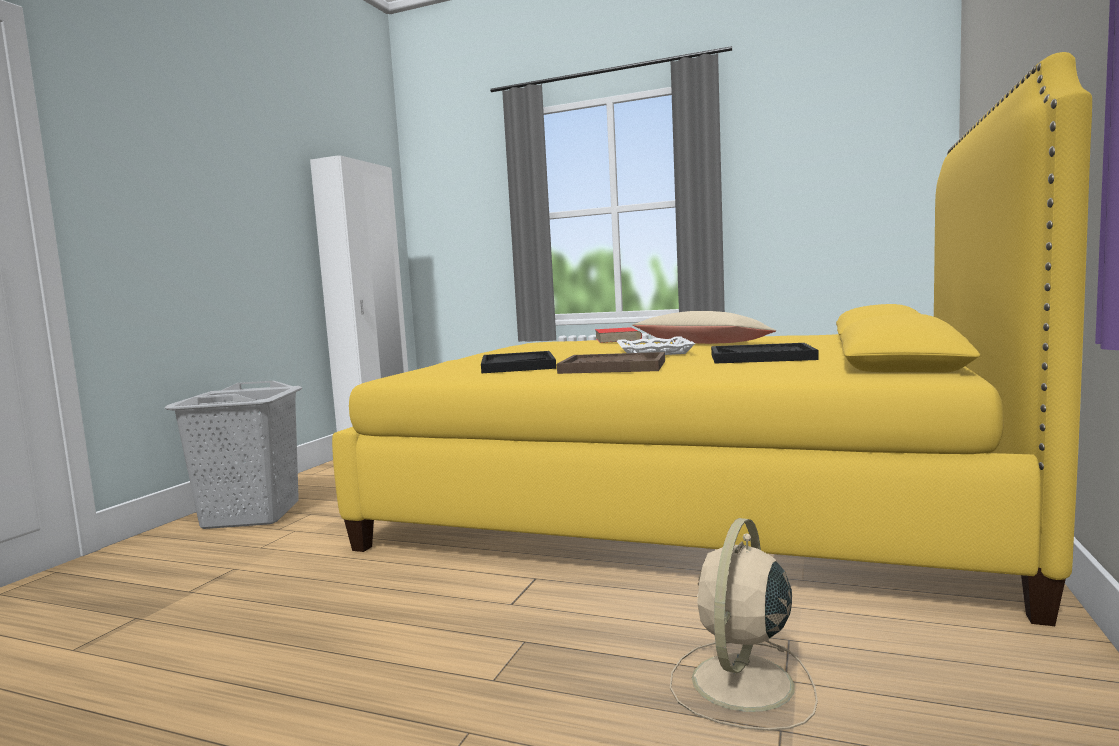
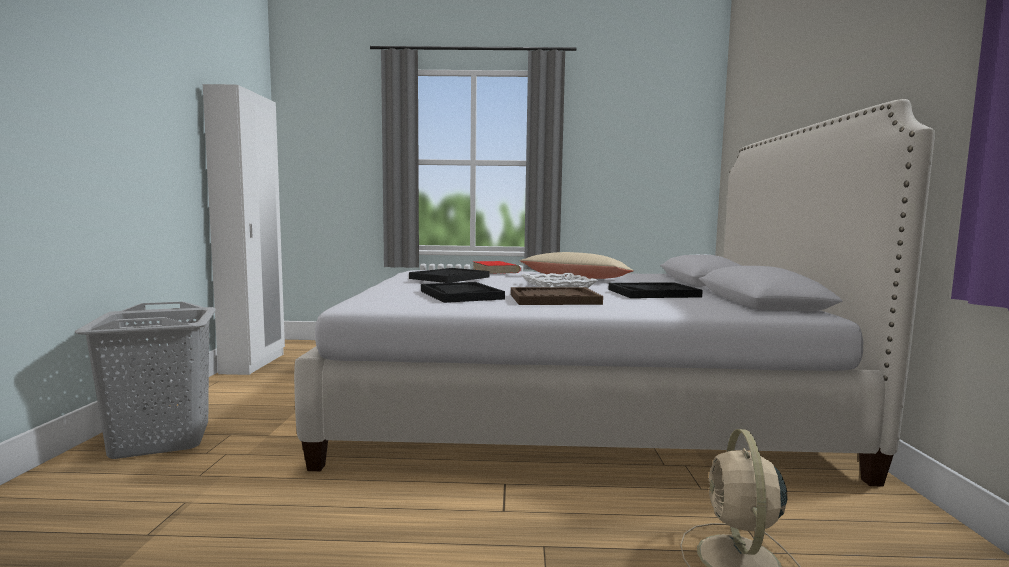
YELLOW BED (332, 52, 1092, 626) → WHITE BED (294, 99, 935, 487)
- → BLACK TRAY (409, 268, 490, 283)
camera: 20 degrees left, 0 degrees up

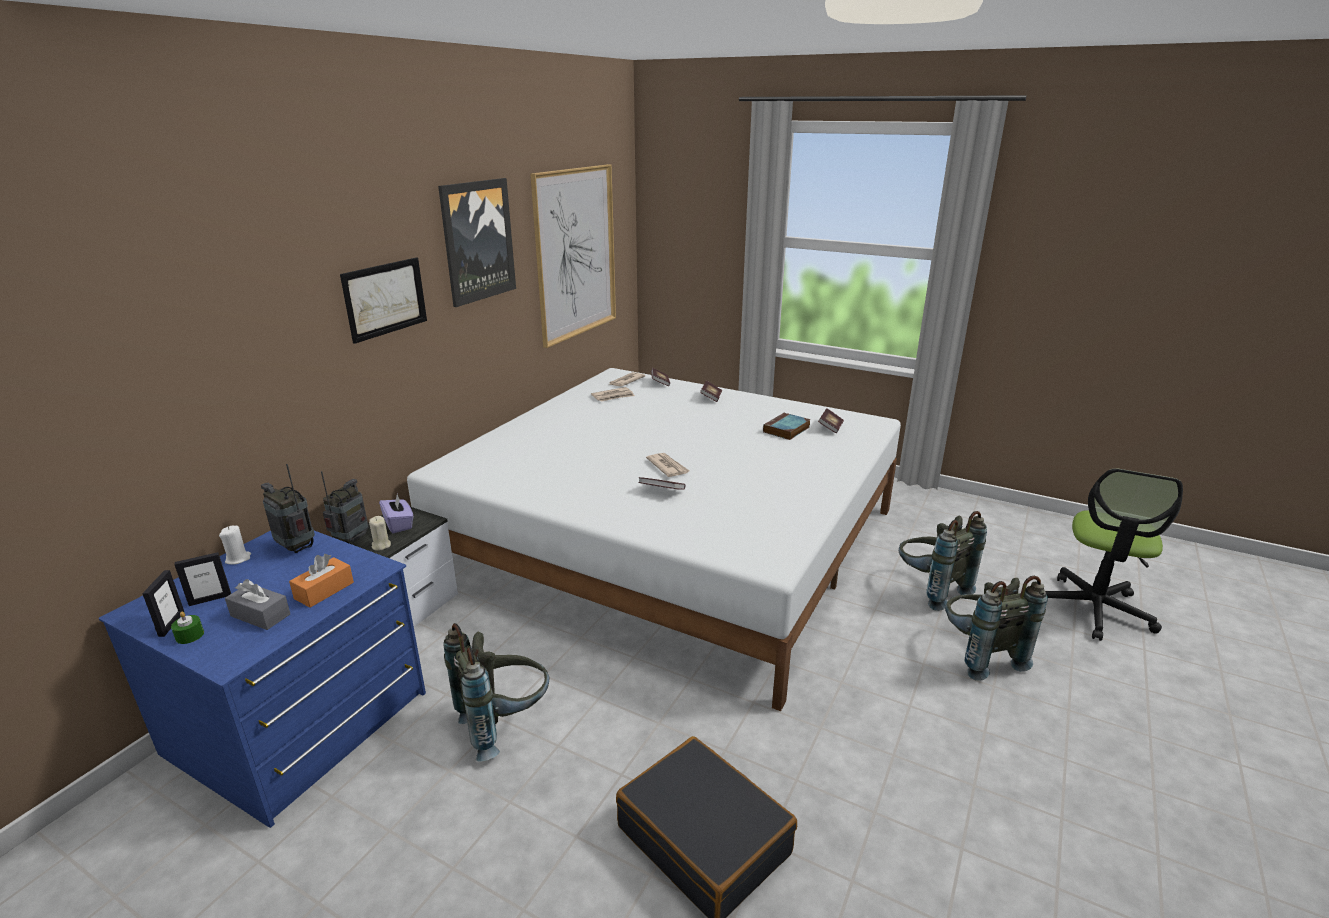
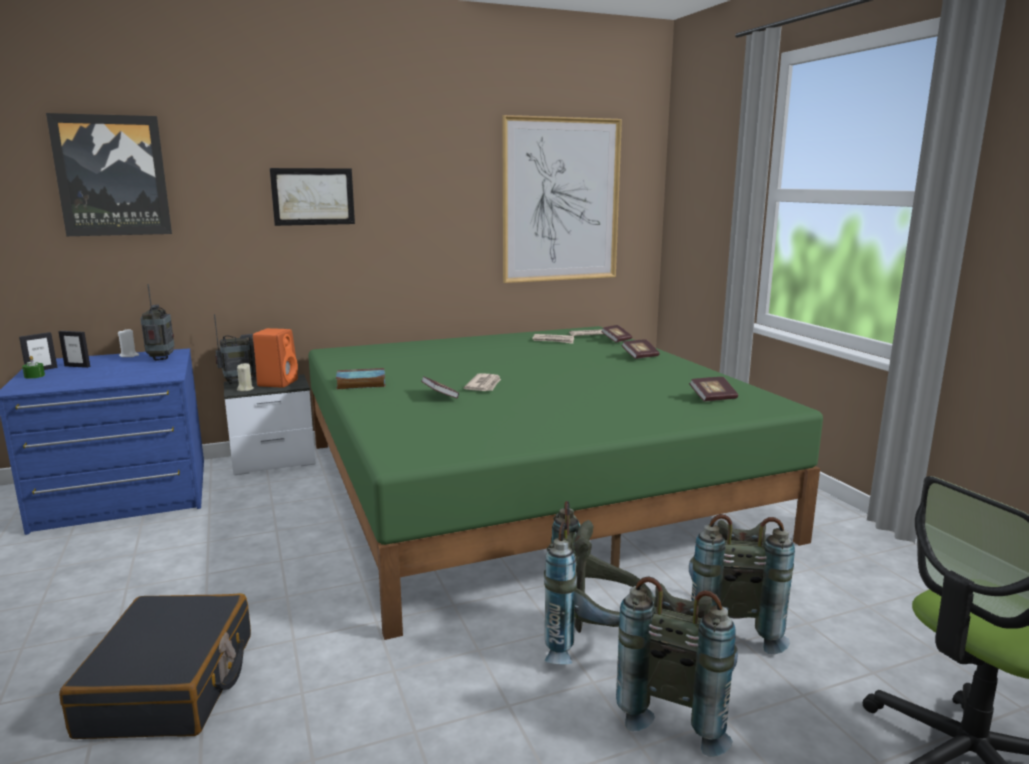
PICTURE (438, 178, 516, 307) → PICTURE (46, 113, 172, 236), moved
PURPLE TISSUE BOX (379, 495, 414, 533) → ORANGE SPEAKER (253, 328, 298, 388)
WHITE BED (407, 368, 901, 711) → GREEN BED (308, 326, 823, 640)
BOOK (763, 412, 811, 440) → BOOK (336, 368, 386, 389), moved
GREY BACKPACK (443, 623, 549, 762) → GREY BACKPACK (544, 501, 655, 664), moved
GREY TISSUE BOX (225, 579, 290, 630) → -
ORANGE TISSUE BOX (289, 554, 354, 608) → -
camera: 40 degrees right, 10 degrees down

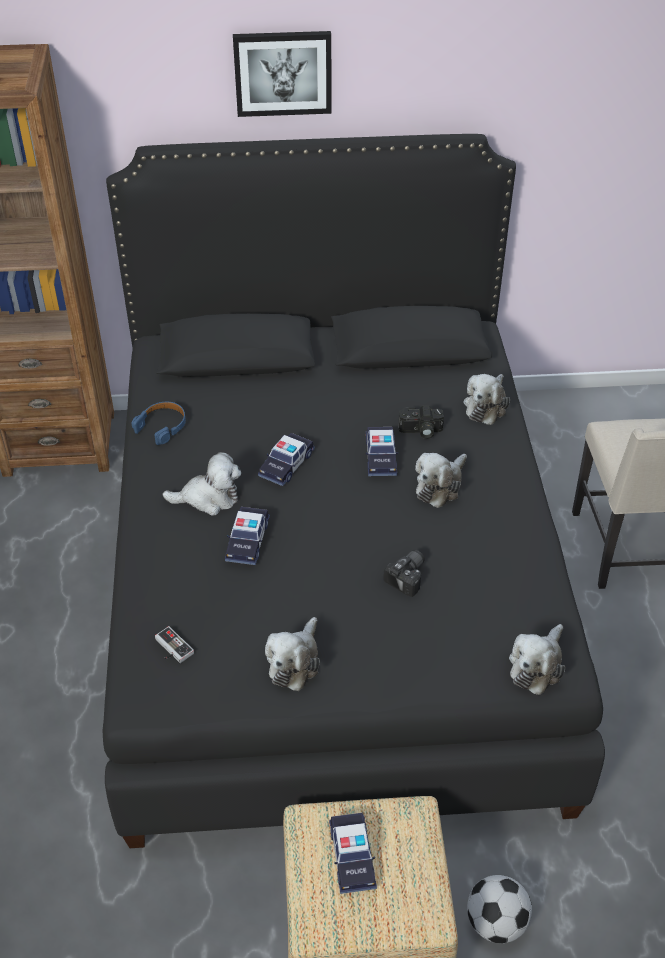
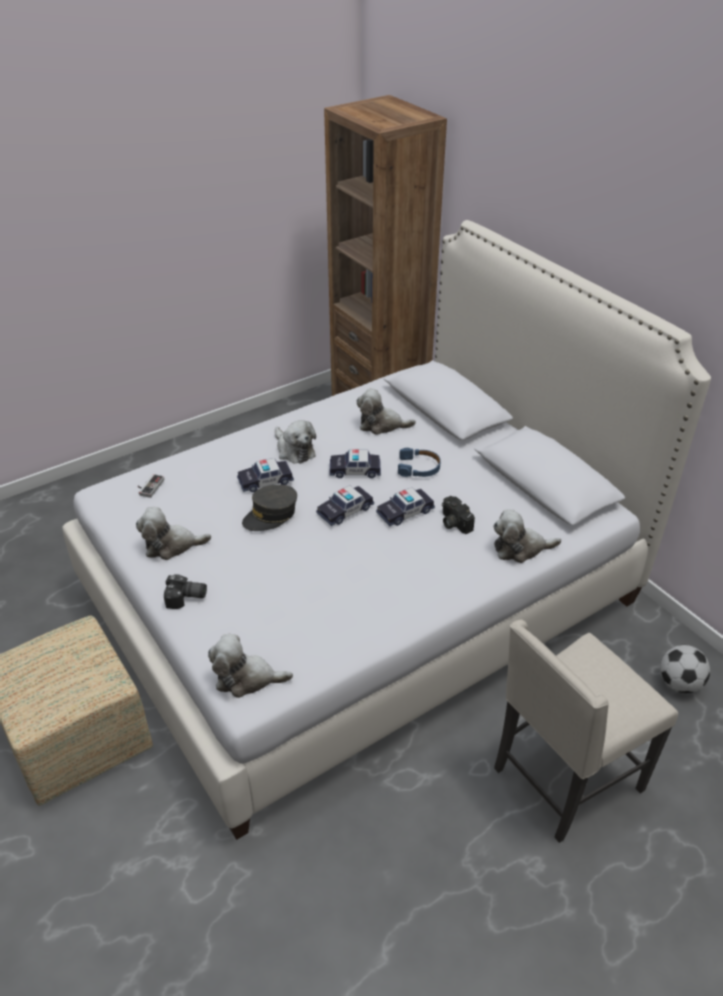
BLACK BED (102, 134, 605, 848) → WHITE BED (62, 220, 711, 840)
PHOTO CAMERA (383, 550, 425, 597) → PHOTO CAMERA (164, 574, 207, 609), moved
- → GREY CAP (242, 484, 297, 531)
TOY CAR (329, 813, 377, 894) → TOY CAR (316, 485, 374, 526), moved
PLUSH TOY (415, 453, 467, 508) → PLUSH TOY (357, 388, 416, 435), moved
BLUE HEADPHONES (132, 402, 186, 445) → BLUE HEADPHONES (398, 448, 441, 477), moved
FOOTBALL (467, 875, 532, 943) → FOOTBALL (660, 645, 710, 693), moved
PICTURE (233, 31, 331, 117) → -
camera: 60 degrees right, 5 degrees down

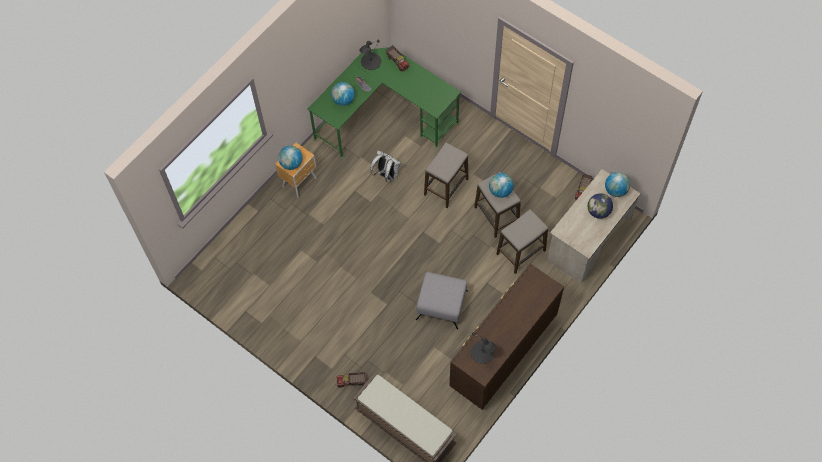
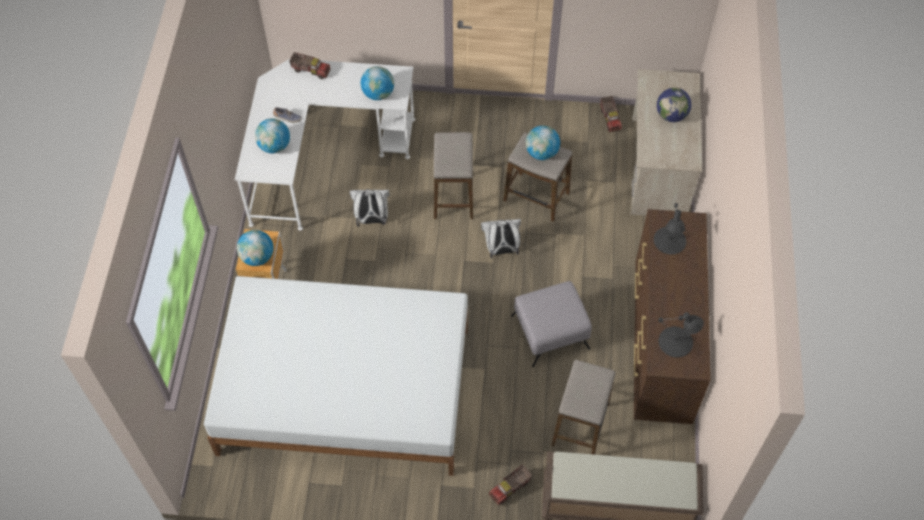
- → WHITE BED (204, 276, 468, 476)
GREEN DESK (308, 47, 461, 159) → WHITE DESK (235, 58, 415, 231)
GLOBE (605, 172, 630, 197) → GLOBE (361, 66, 394, 100), moved
- → WHITE BACKPACK (481, 219, 521, 258)
STOOL (496, 210, 548, 274) → STOOL (551, 360, 616, 455), moved
BLACK TABLE LAMP (359, 40, 381, 70) → BLACK TABLE LAMP (654, 203, 686, 255), moved
camera: 35 degrees left, 5 degrees down

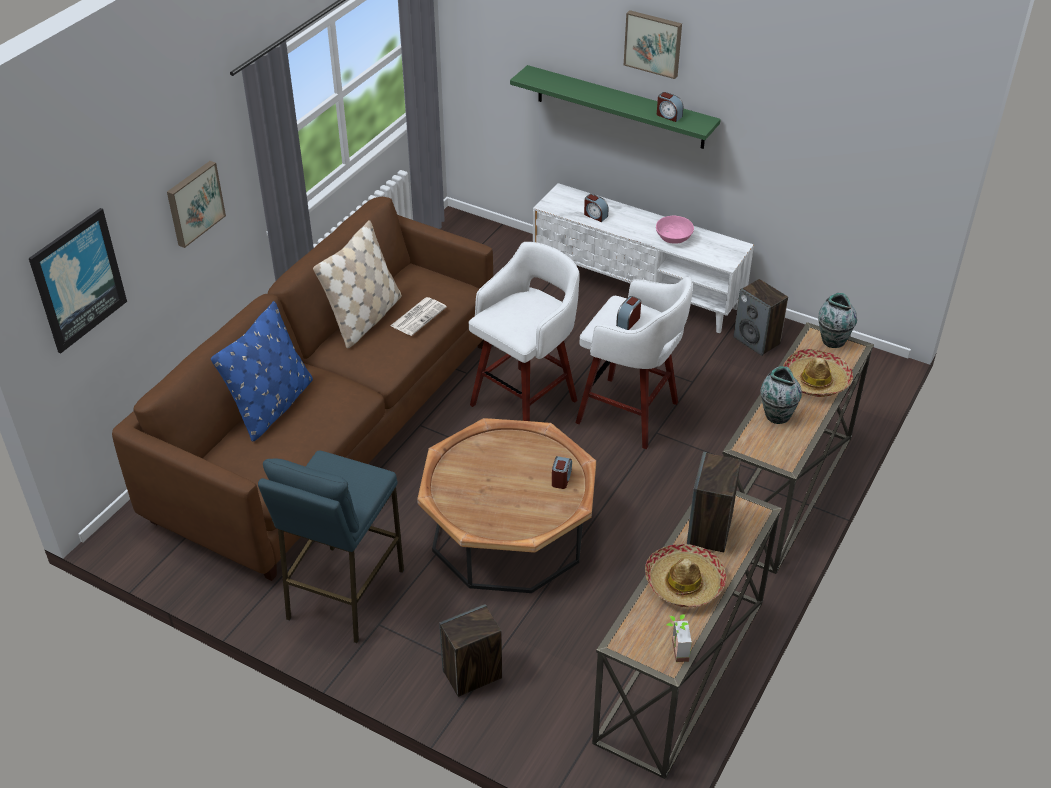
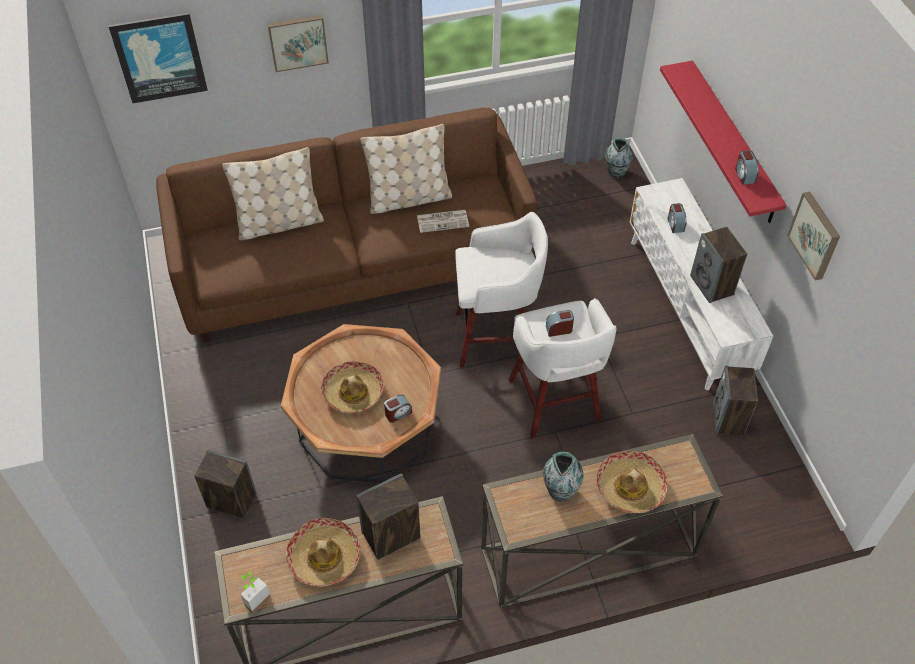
BLUE PILLOW (211, 301, 313, 442) → BEIGE PILLOW (222, 147, 324, 240)
- → HAT (321, 361, 383, 413)
VASE (818, 293, 857, 348) → VASE (605, 138, 633, 178), moved
GREEN SHELF (510, 65, 721, 149) → RED SHELF (660, 61, 787, 223)
PINK BOWL (656, 216, 694, 244) → SPEAKER (690, 227, 747, 303)
PICTURE (624, 10, 682, 79) → PICTURE (787, 192, 840, 281), moved
BLUE STOOL (258, 451, 404, 643) → -
camera: 45 degrees right, 10 degrees up

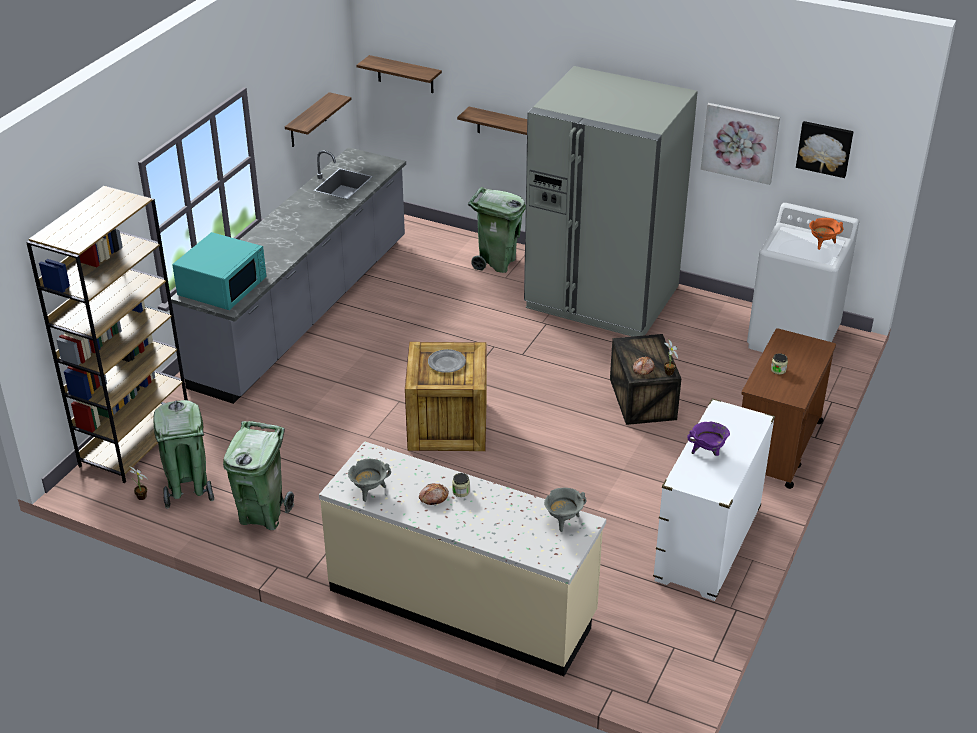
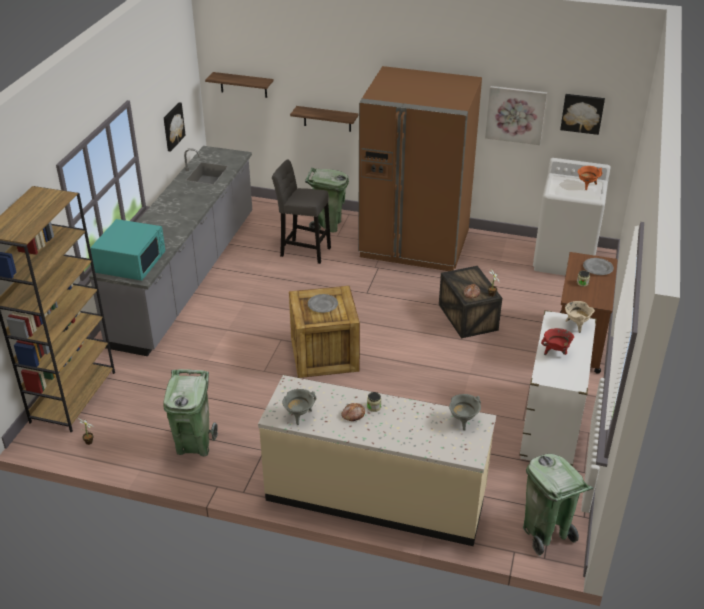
SHELF (285, 92, 351, 147) → PICTURE (164, 102, 186, 152)
- → GREY STOOL (272, 159, 331, 264)
GREY FRIDGE (524, 66, 698, 336) → BROWN FRIDGE (358, 66, 482, 271)
GREEN TRASH CAN (154, 400, 214, 509) → GREEN TRASH CAN (523, 454, 593, 556), moved
PURPLE COOKING POT (687, 422, 730, 456) → RED COOKING POT (541, 328, 574, 355)
- → BEIGE COOKING POT (565, 301, 595, 333)
- → GREY PLATE (583, 258, 613, 275)
camera: 10 degrees left, 0 degrees up

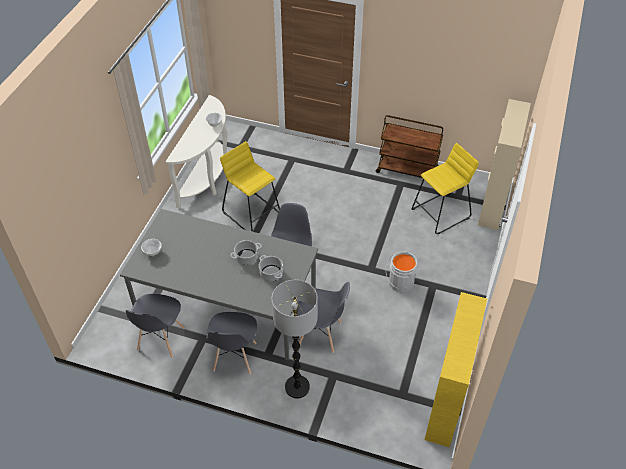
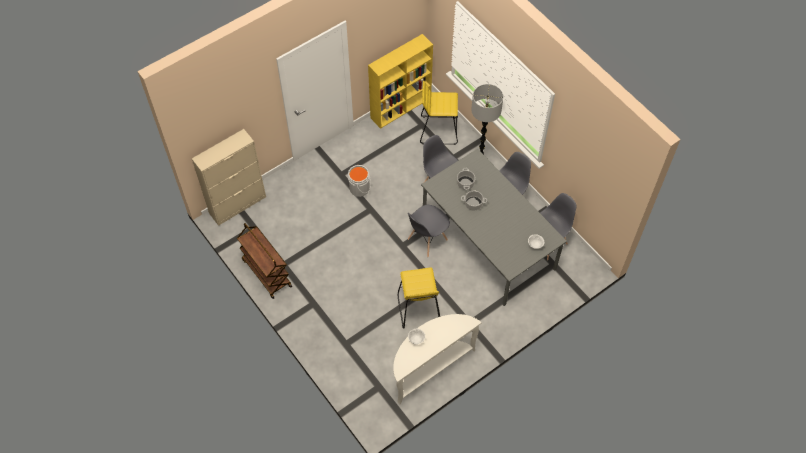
YELLOW STOOL (412, 143, 479, 234) → YELLOW STOOL (420, 80, 458, 145), moved
camera: 145 degrees left, 10 degrees up

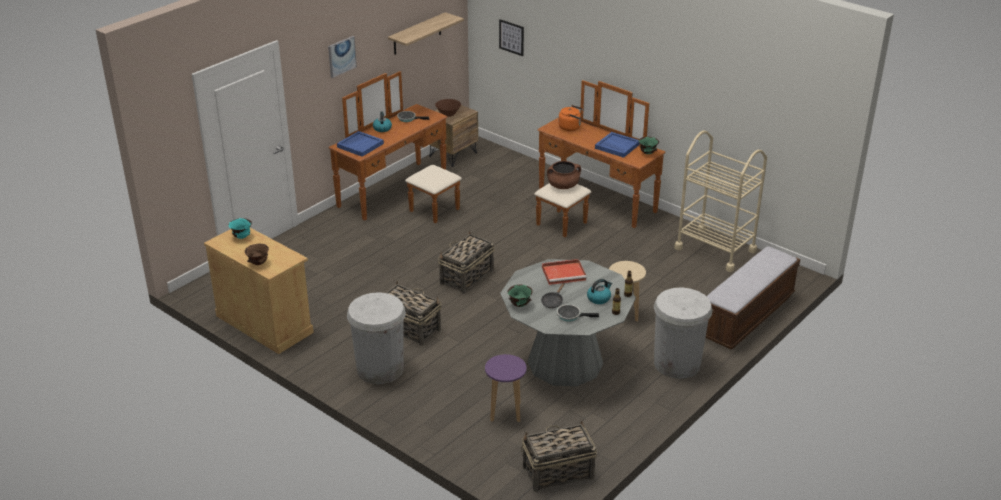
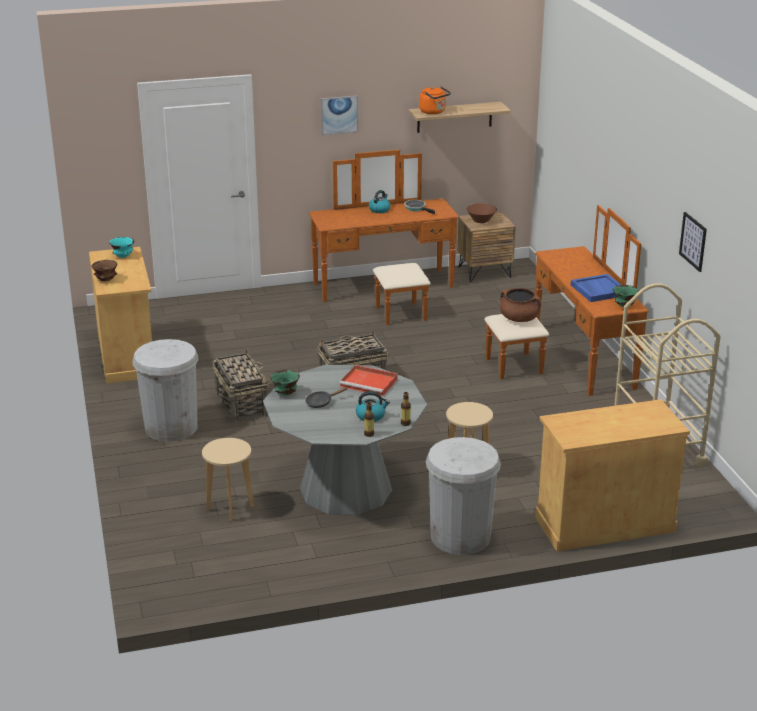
PURPLE STOOL (485, 354, 527, 422) → BEIGE STOOL (202, 438, 254, 522)
ORANGE KETTLE (558, 105, 584, 131) → ORANGE KETTLE (419, 86, 451, 114), moved
BENCH (706, 246, 800, 350) → BEIGE CABINET (535, 399, 690, 551)
PICTURE (499, 19, 524, 56) → PICTURE (679, 212, 707, 272), moved
BLUE TRAY (337, 131, 384, 157) → -
BASKET (521, 421, 597, 492) → -
FRYING PAN (557, 304, 599, 322) → -
camera: 35 degrees right, 5 degrees down

